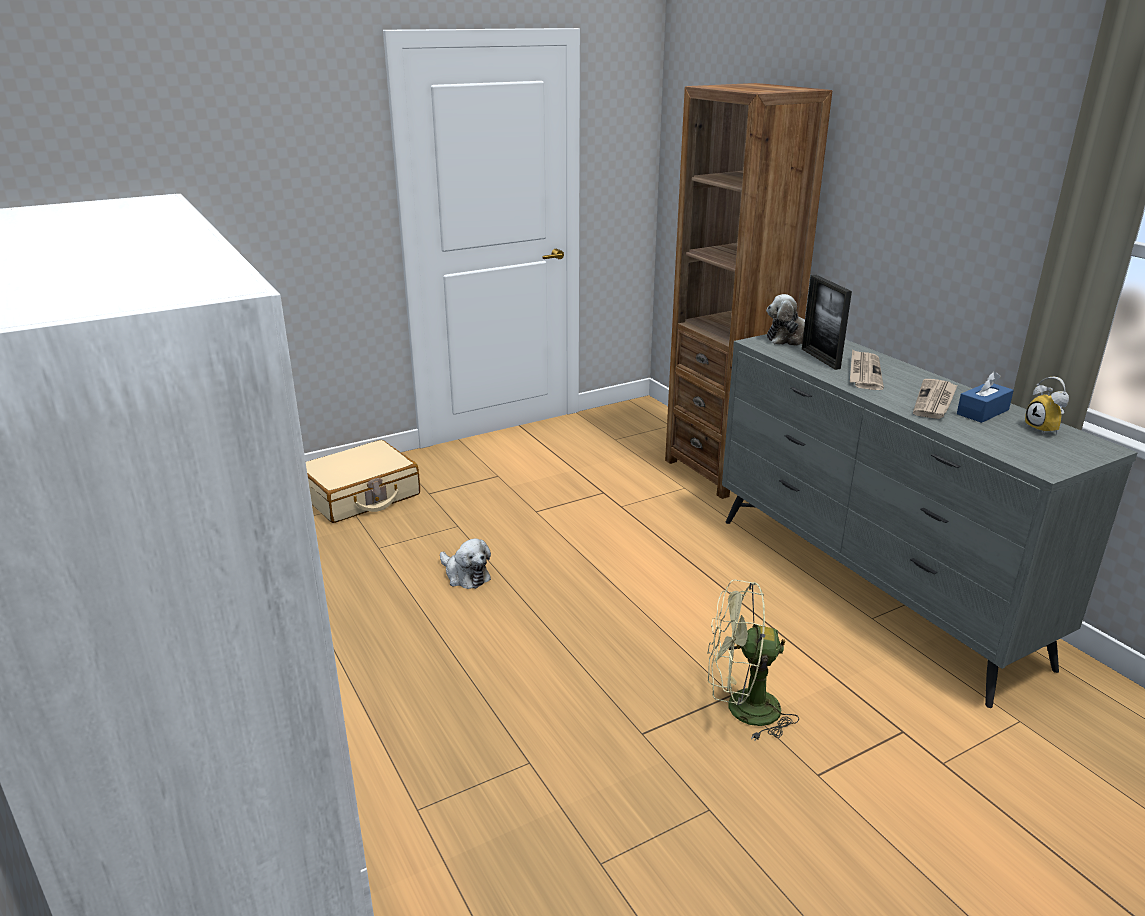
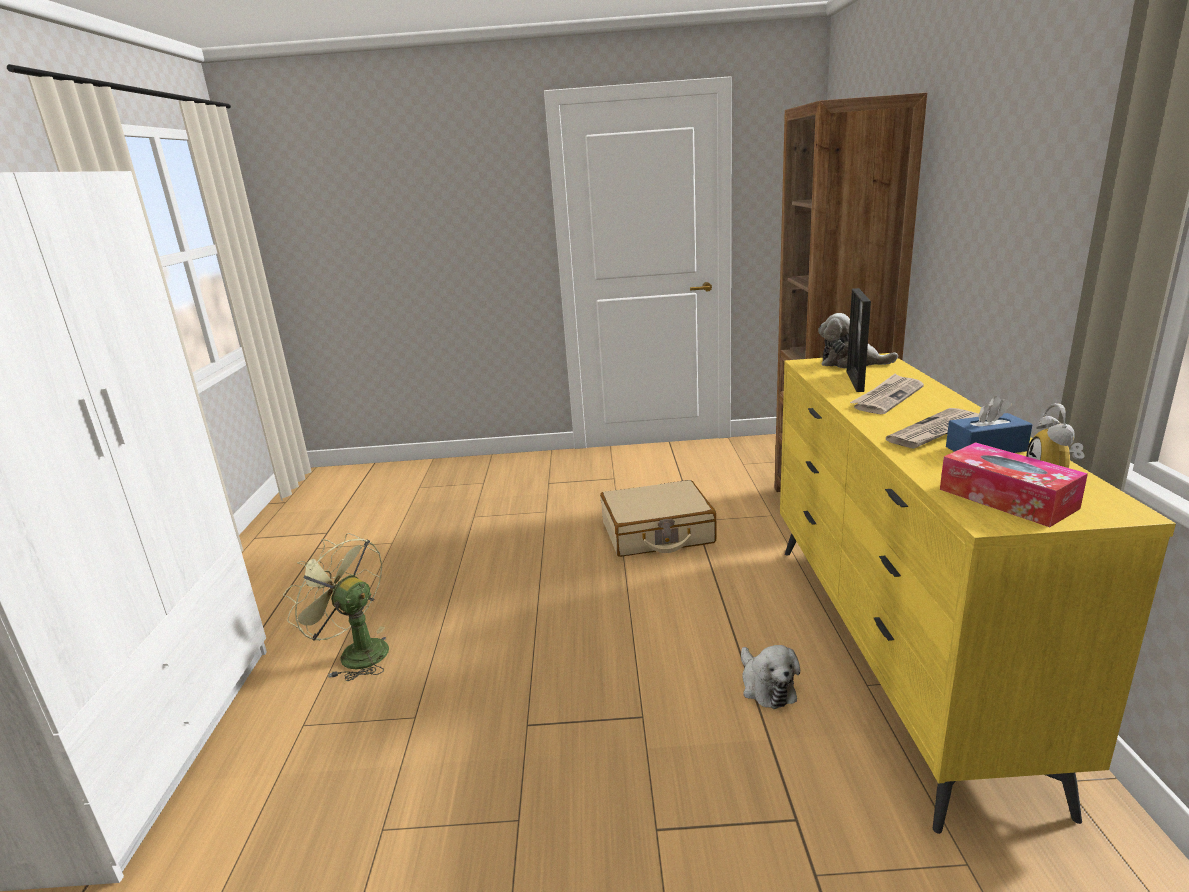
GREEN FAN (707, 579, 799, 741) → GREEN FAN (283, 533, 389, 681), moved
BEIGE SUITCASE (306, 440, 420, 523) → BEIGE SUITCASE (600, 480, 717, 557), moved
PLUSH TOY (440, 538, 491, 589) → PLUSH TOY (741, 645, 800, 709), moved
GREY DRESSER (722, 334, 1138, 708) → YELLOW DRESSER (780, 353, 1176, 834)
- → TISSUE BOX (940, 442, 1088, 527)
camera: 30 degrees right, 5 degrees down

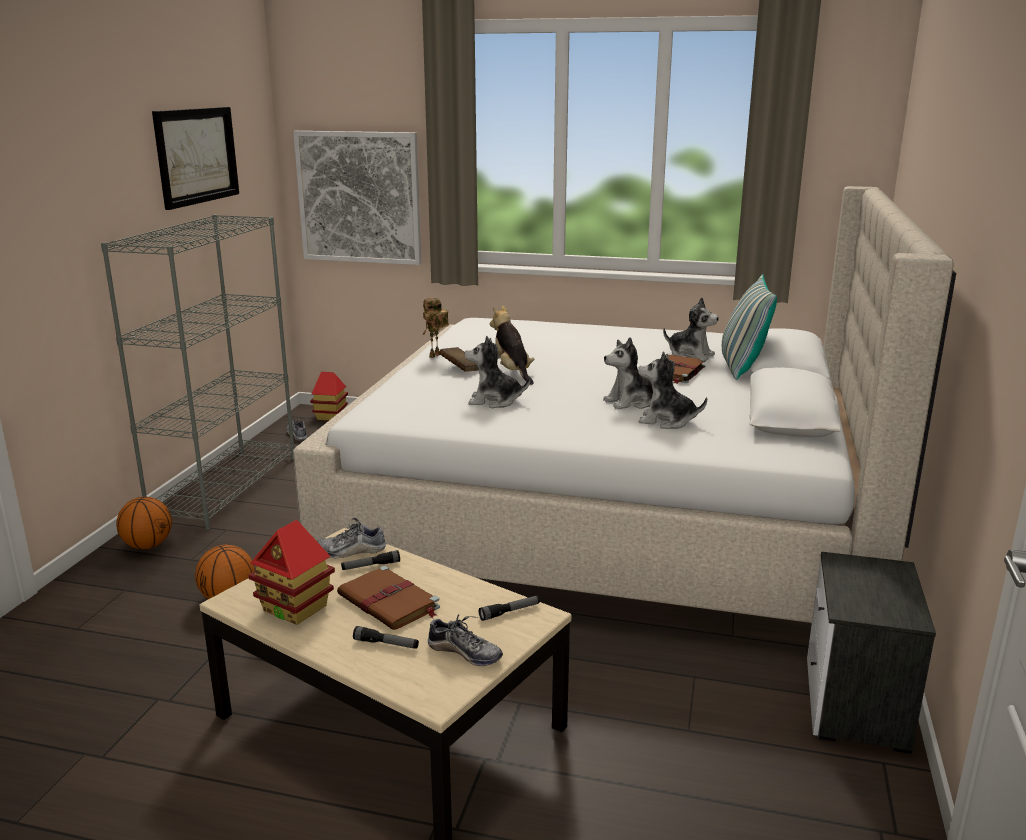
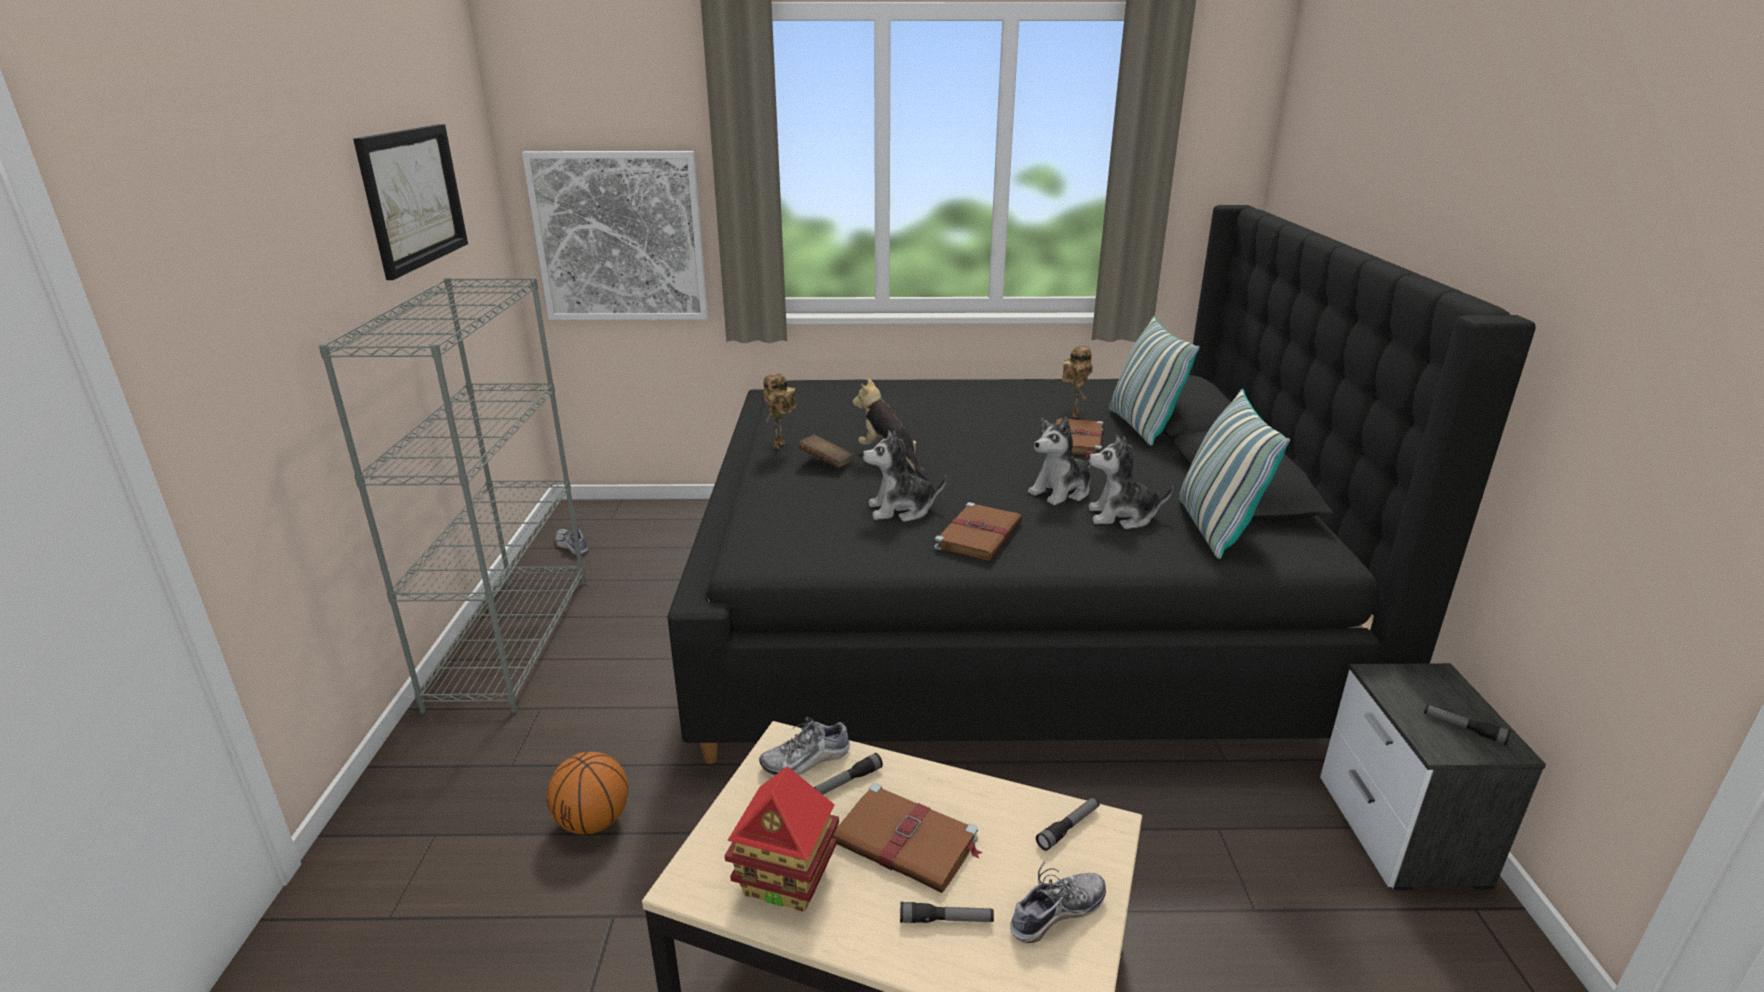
BEIGE BED (293, 186, 956, 623) → BLACK BED (667, 205, 1536, 764)
- → BROWN BOOK (934, 502, 1023, 560)
SHOE (427, 614, 503, 666) → SHOE (1010, 861, 1106, 943), 45 degrees counterclockwise
PLUSH TOY (663, 297, 719, 361) → TOY ROBOT (1062, 346, 1093, 418)
- → PILLOW (1179, 389, 1290, 559)
- → FLASHLIGHT (1424, 705, 1511, 745)
BASKETBALL (116, 497, 172, 549) → -
TOY HOUSE (310, 372, 348, 421) → -
camera: 15 degrees left, 5 degrees up

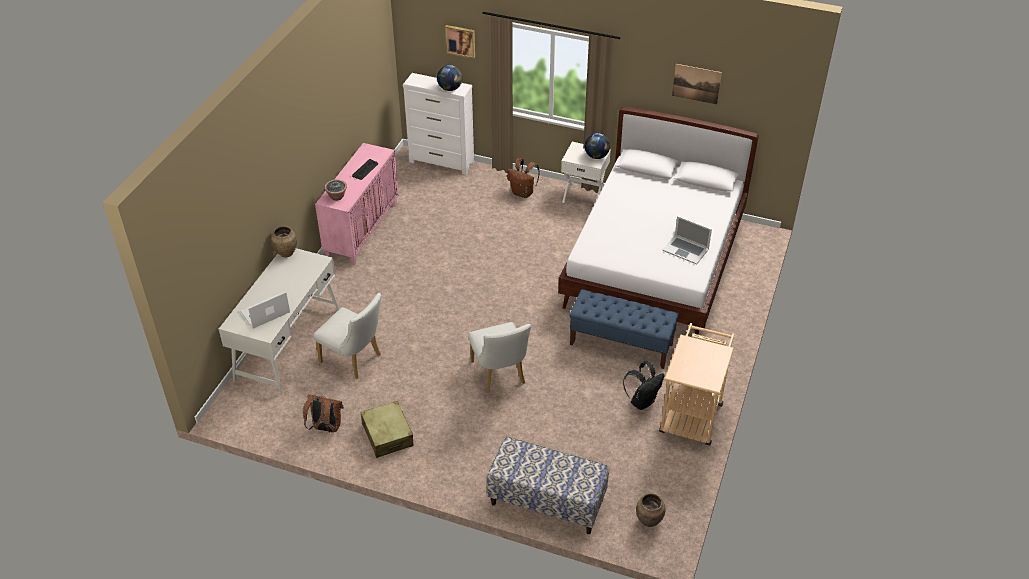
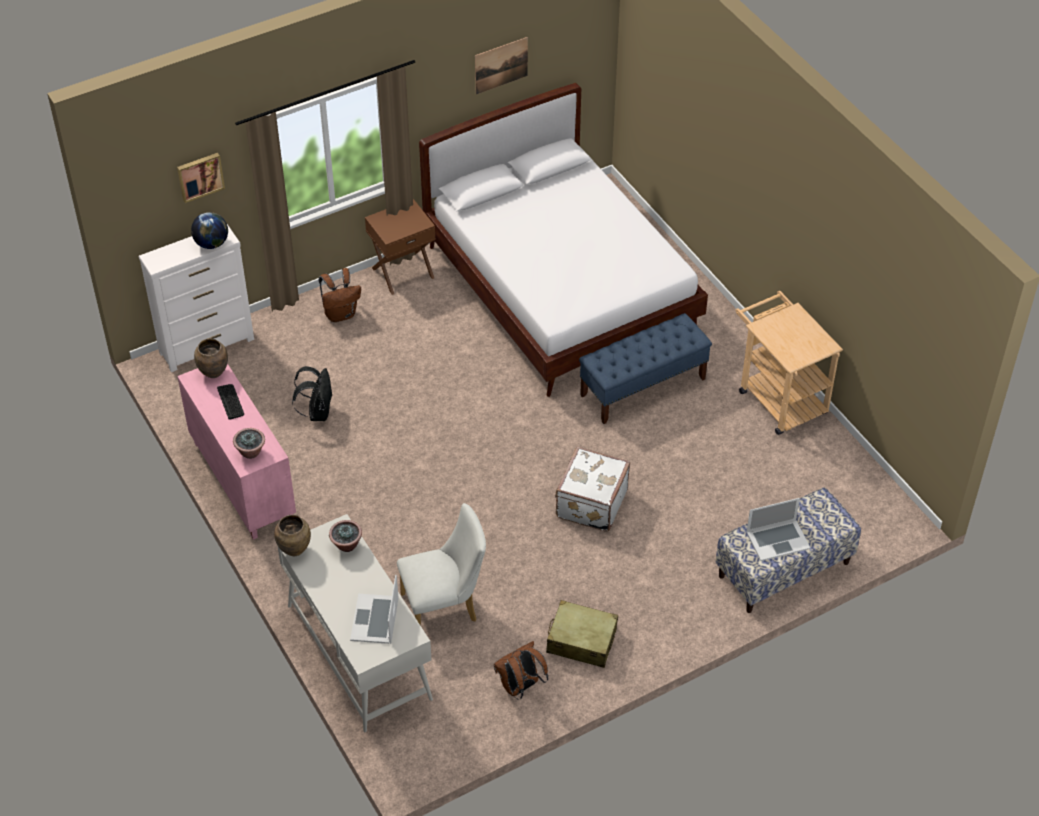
BROWN VASE (636, 493, 666, 527) → BROWN VASE (194, 339, 228, 378), moved
BLACK BACKPACK (623, 361, 665, 410) → BLACK BACKPACK (292, 366, 333, 421), moved
- → POTTED PLANT (329, 520, 362, 552)
WHITE NIGHTSTAND (561, 142, 611, 203) → BROWN NIGHTSTAND (365, 199, 436, 295)
WHITE CHAIR (468, 322, 531, 393) → WHITE SUITCASE (555, 446, 630, 532)
LAPTOP (662, 216, 712, 265) → LAPTOP (747, 498, 810, 561), moved
GLOBE (585, 133, 610, 159) → -
camera: 50 degrees left, 5 degrees up

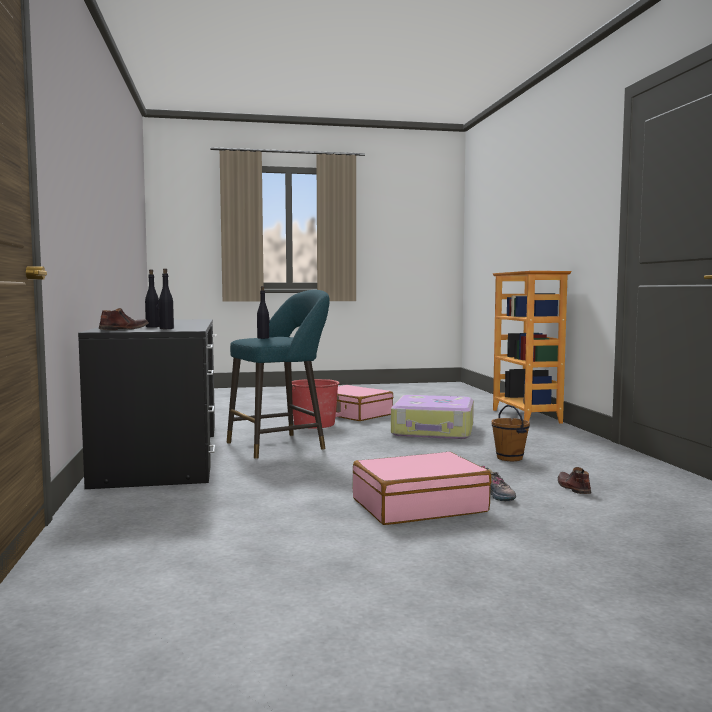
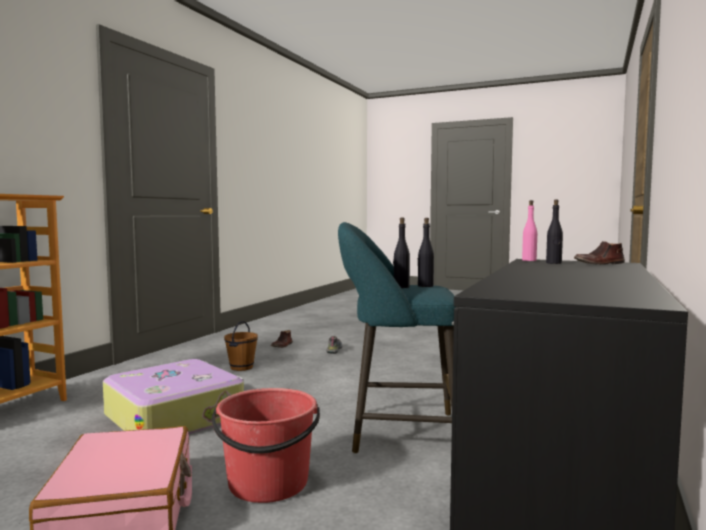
BLACK BOTTLE (145, 270, 160, 327) → BLACK BOTTLE (393, 218, 410, 288), moved
- → PINK BOTTLE (522, 200, 537, 261)
PINK SUITCASE (353, 452, 491, 525) → -
camera: 145 degrees left, 0 degrees up

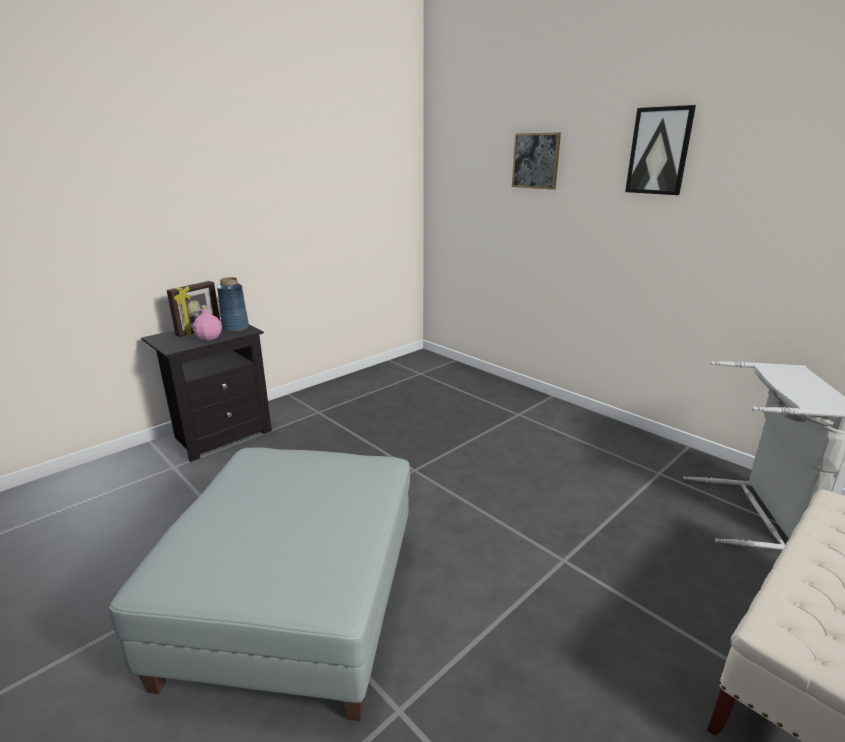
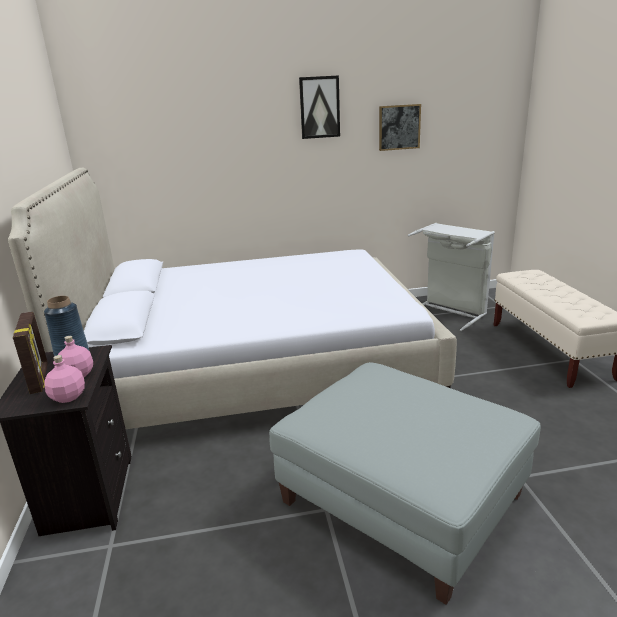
- → BED (8, 168, 457, 429)
- → PINK BOTTLE (44, 355, 85, 403)
PICTURE (512, 133, 561, 190) → PICTURE (379, 104, 421, 151), moved
camera: 55 degrees left, 0 degrees up

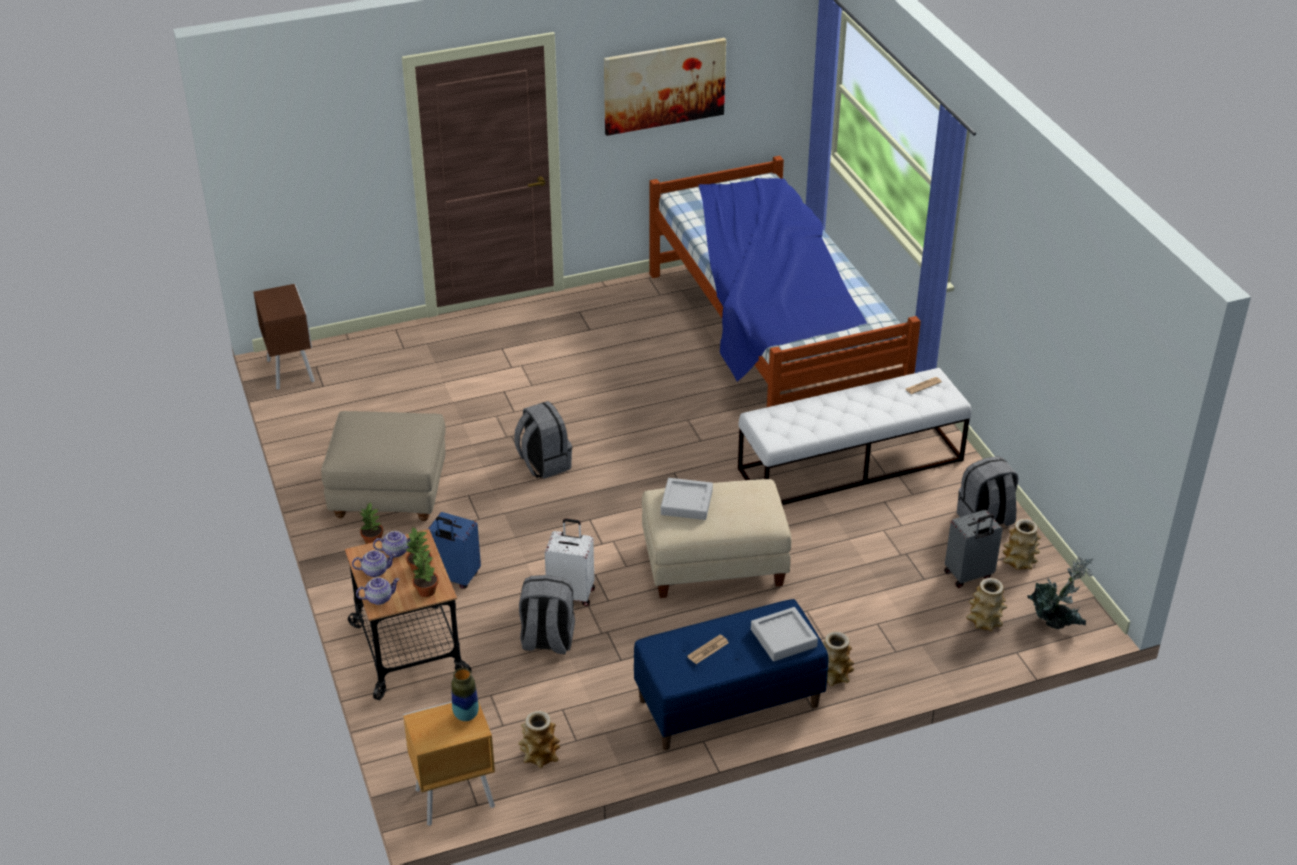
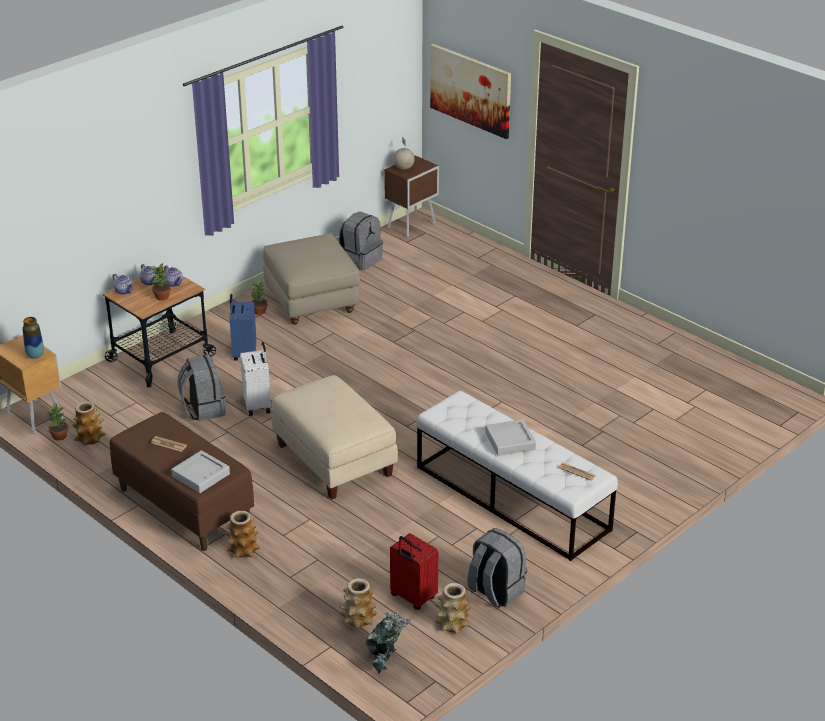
POTTED PLANT (412, 550, 439, 597) → POTTED PLANT (48, 403, 68, 441), moved
BLUE BENCH (634, 599, 829, 750) → BROWN BENCH (110, 412, 254, 551)
GREY BACKPACK (514, 401, 572, 479) → GREY BACKPACK (338, 211, 383, 271), moved
GREY SUITCASE (944, 510, 1003, 588) → RED SUITCASE (390, 533, 438, 610)
- → GLOBE (393, 137, 415, 170)
PICTURE (604, 38, 726, 136) → PICTURE (430, 44, 511, 139), moved
GREY TRAY (661, 478, 713, 520) → GREY TRAY (485, 419, 536, 456), moved
BED (649, 156, 921, 407) → -
camera: 65 degrees right, 5 degrees down

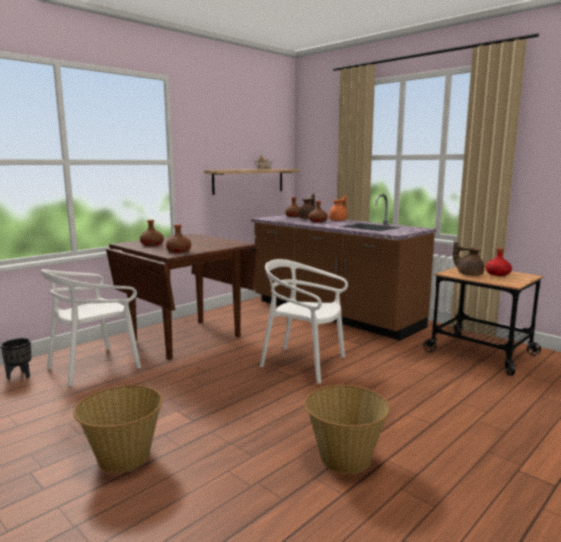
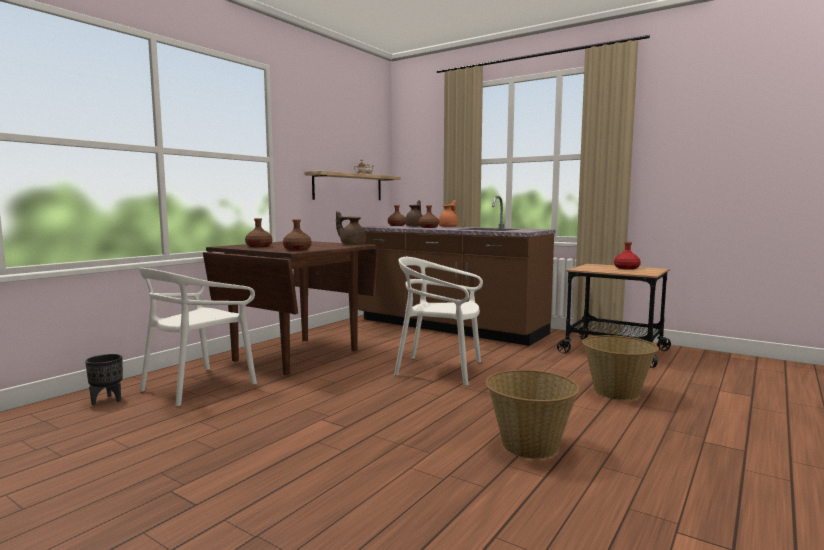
BROWN TEAPOT (453, 241, 484, 276) → BROWN TEAPOT (336, 211, 366, 245), moved
BASKET (73, 385, 163, 473) → BASKET (582, 335, 659, 400), moved
camera: 10 degrees left, 5 degrees down

